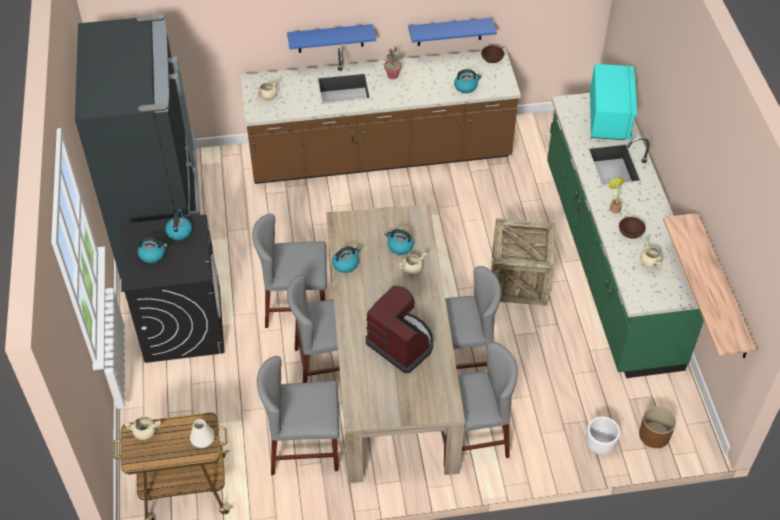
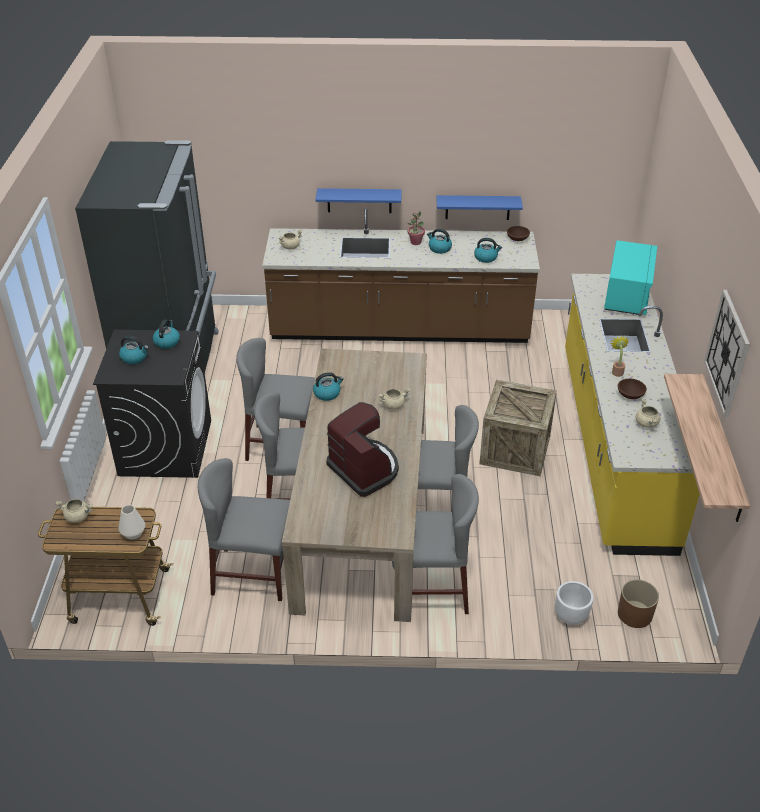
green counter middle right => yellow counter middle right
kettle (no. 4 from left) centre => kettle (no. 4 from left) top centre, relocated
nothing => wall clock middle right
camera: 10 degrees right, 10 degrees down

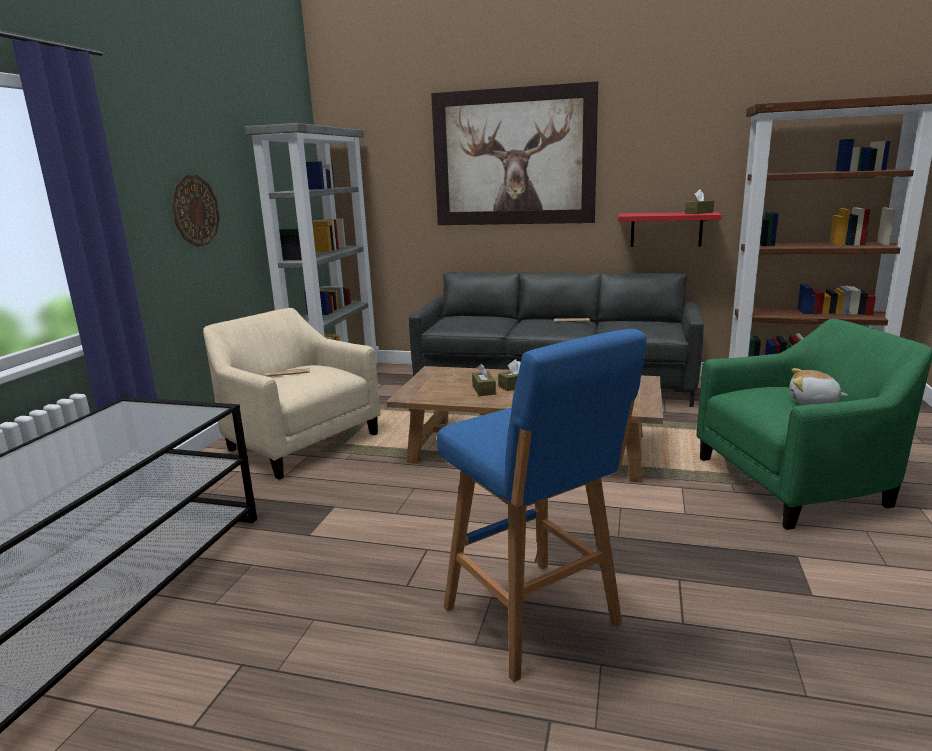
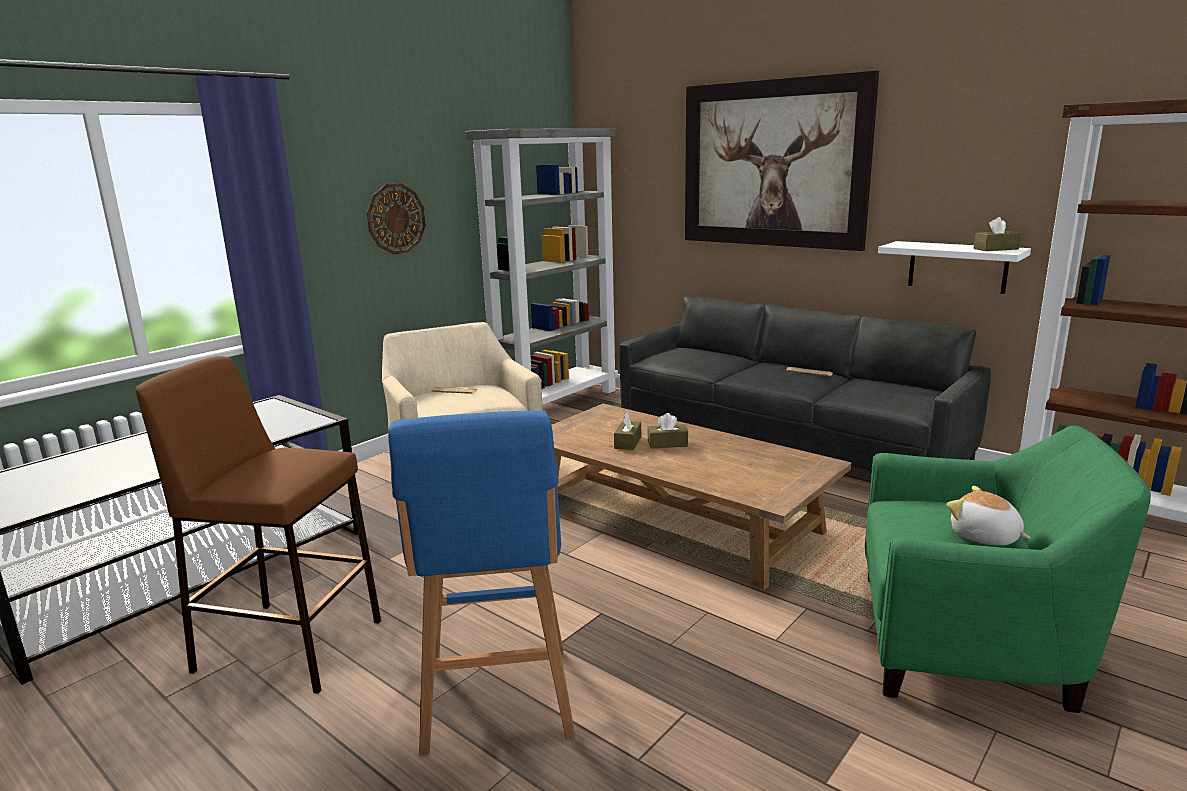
red shelf top right => white shelf middle right
nothing => brown stool middle left
camera: 25 degrees right, 0 degrees up

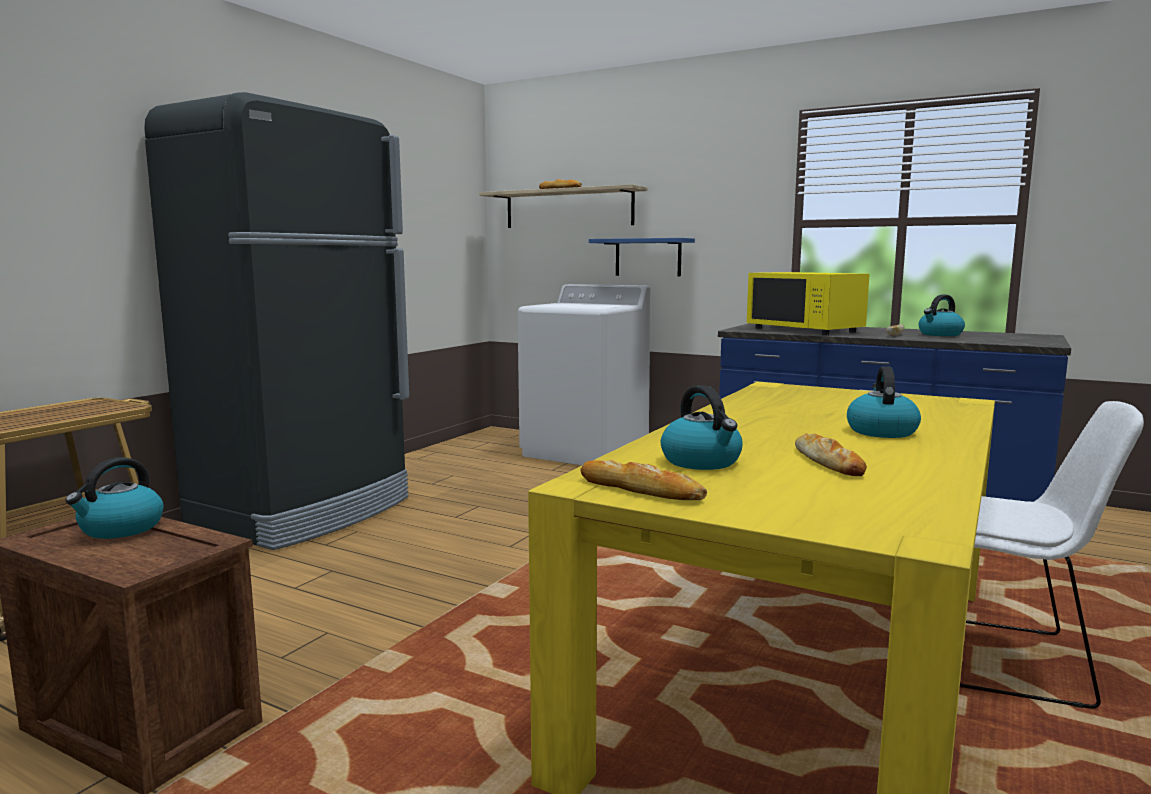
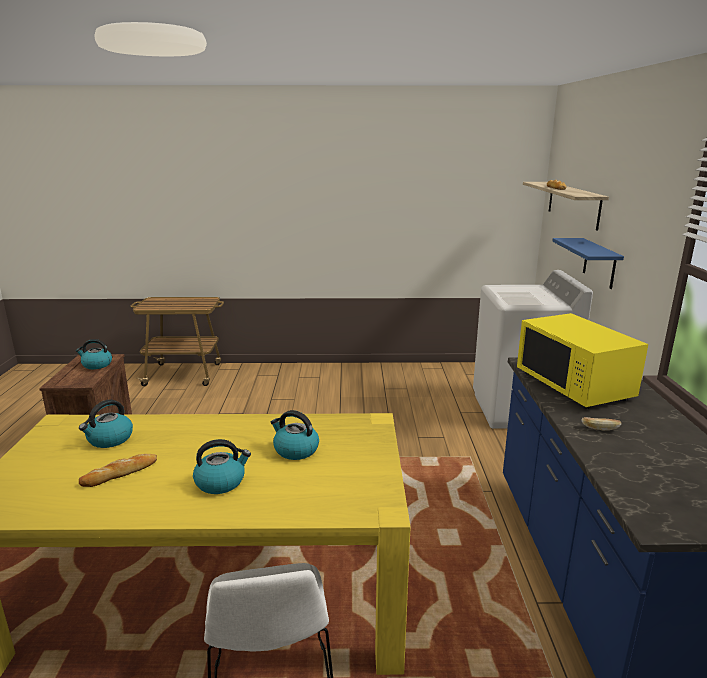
black fridge middle left => nothing
yellow microwave middle right, 45 degrees counterclockwise
kettle (no. 4 from left) middle right => kettle (no. 4 from left) centre, relocated
bread (no. 2 from left) centre => nothing
camera: 60 degrees right, 10 degrees up

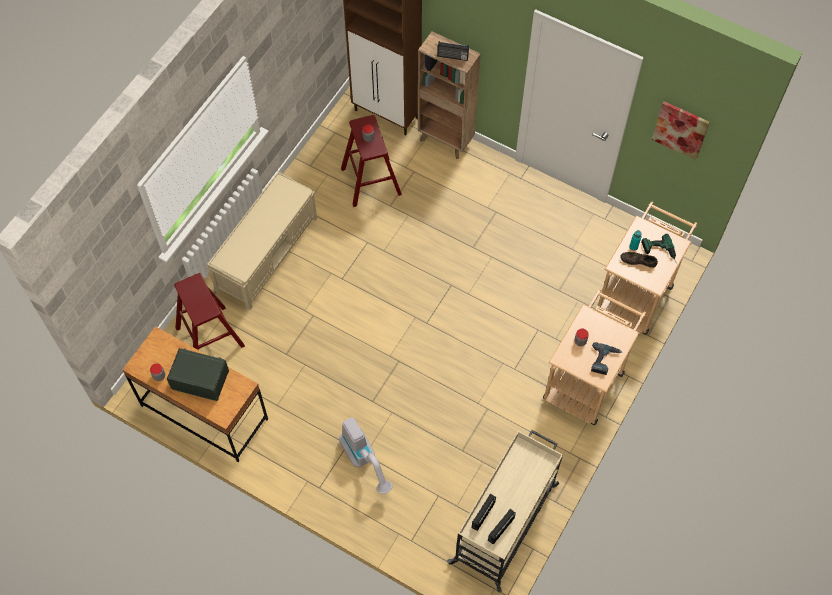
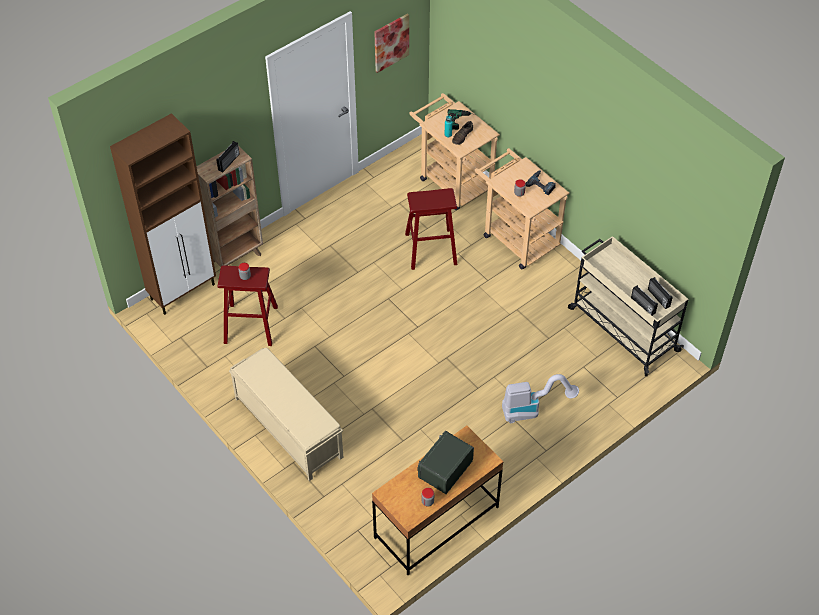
red stool (no. 1 from left in the first image) middle left => red stool (no. 2 from left) centre, relocated
camera: 70 degrees left, 10 degrees down

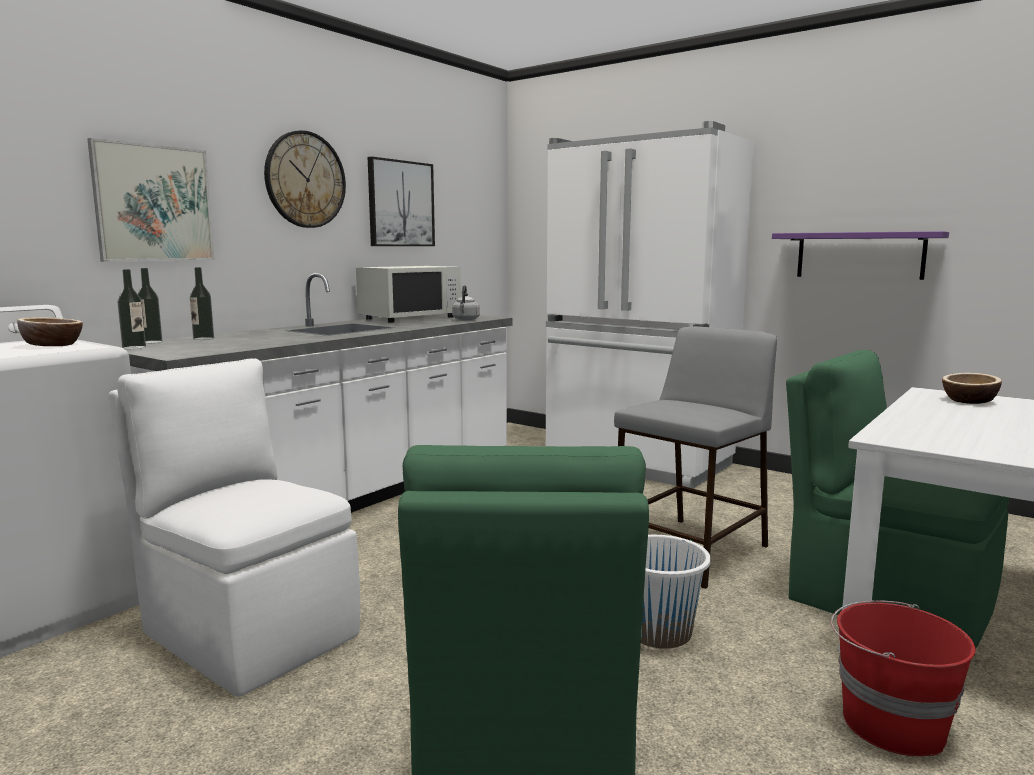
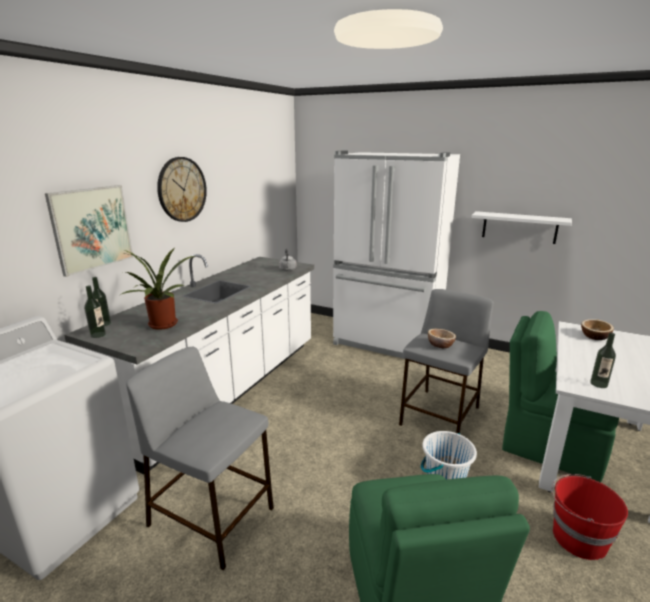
picture (no. 2 from left) top centre => nothing
purple shelf top right => white shelf middle right
white microwave centre => nothing
bottle (no. 3 from left) middle left => bottle (no. 3 from left) middle right, relocated
bowl (no. 1 from left) middle left => bowl (no. 1 from left) middle right, relocated
white chair bottom left => grey stool (no. 1 from left) bottom left
nothing => potted plant middle left
camera: 10 degrees left, 10 degrees up

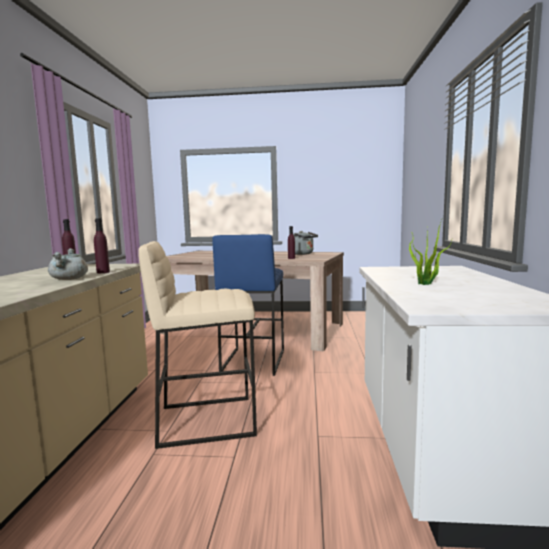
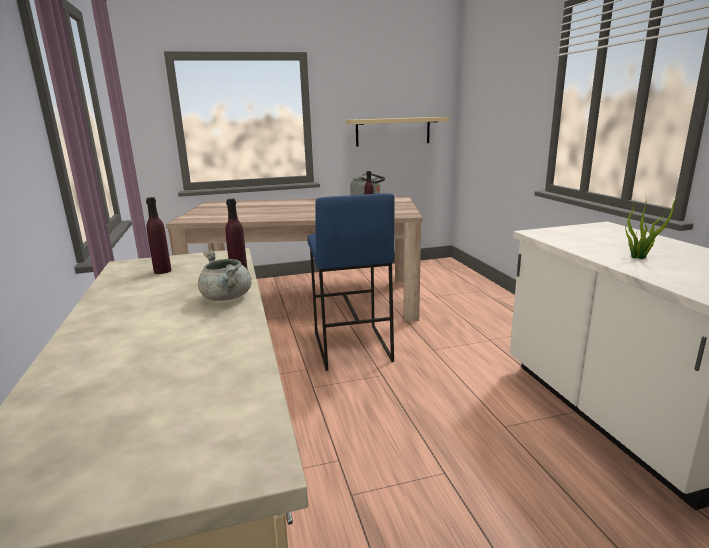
beige stool centre => nothing
nothing => beige shelf top centre
camera: 20 degrees left, 10 degrees up

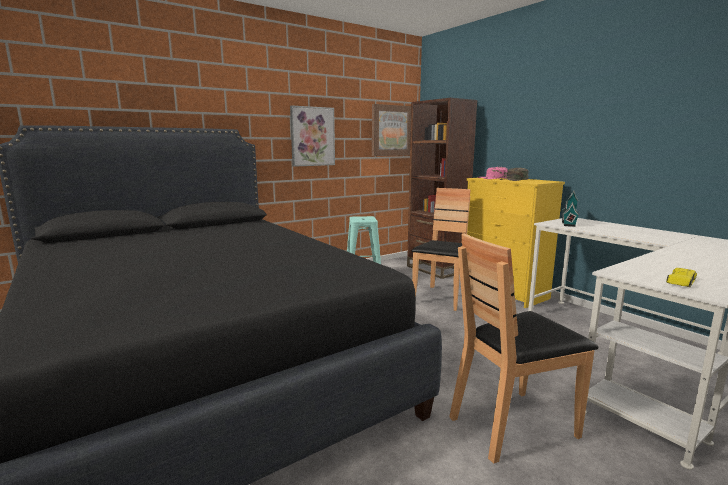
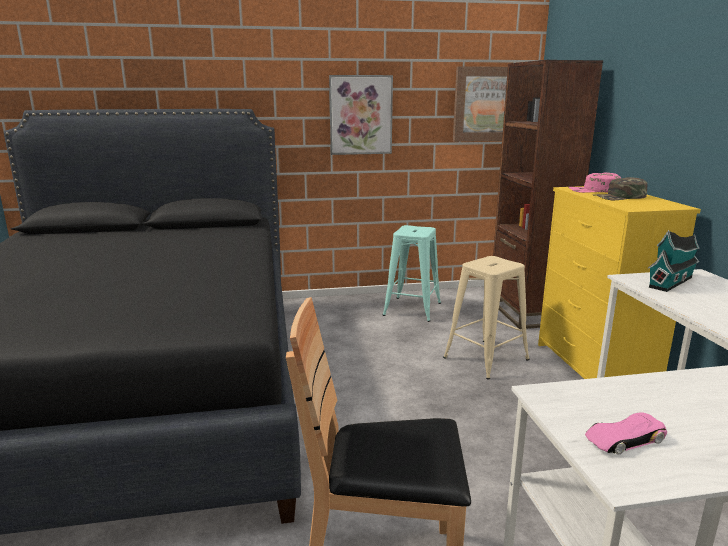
brown chair (no. 1 from left) centre => beige stool middle right
yellow toy car middle right => pink toy car bottom right
camera: 25 degrees right, 5 degrees up

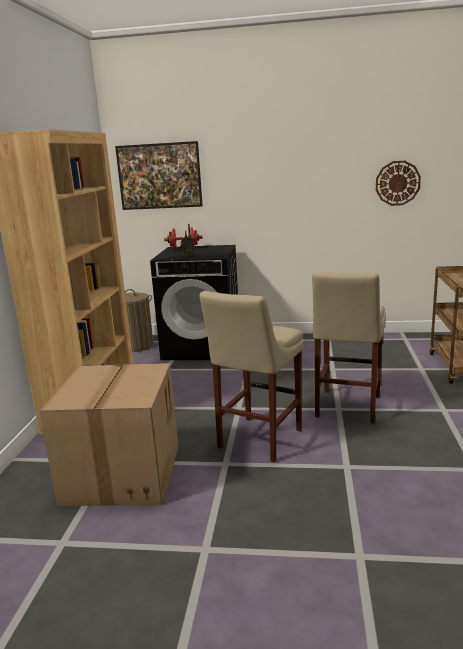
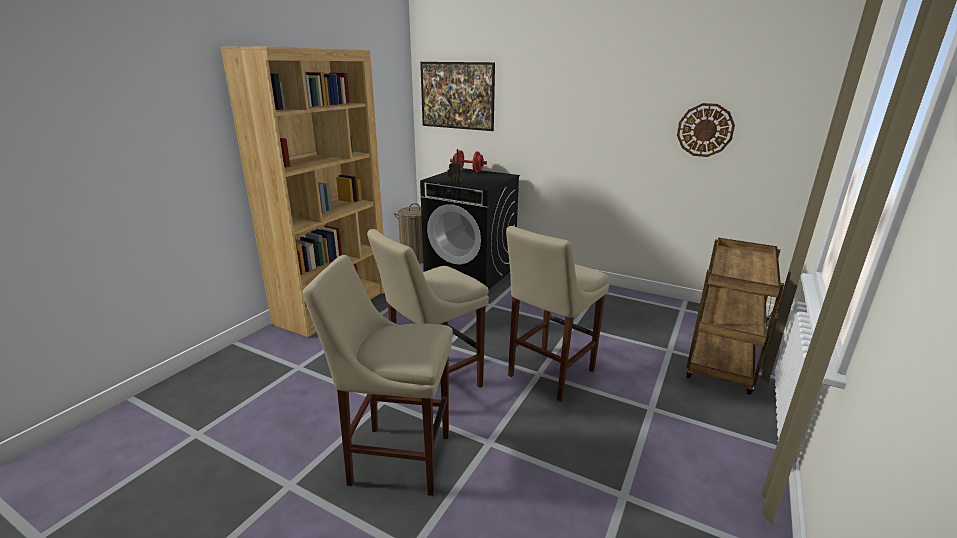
cardboard box bottom left => nothing
nothing => beige stool (no. 1 from left) bottom centre
camera: 20 degrees right, 5 degrees up

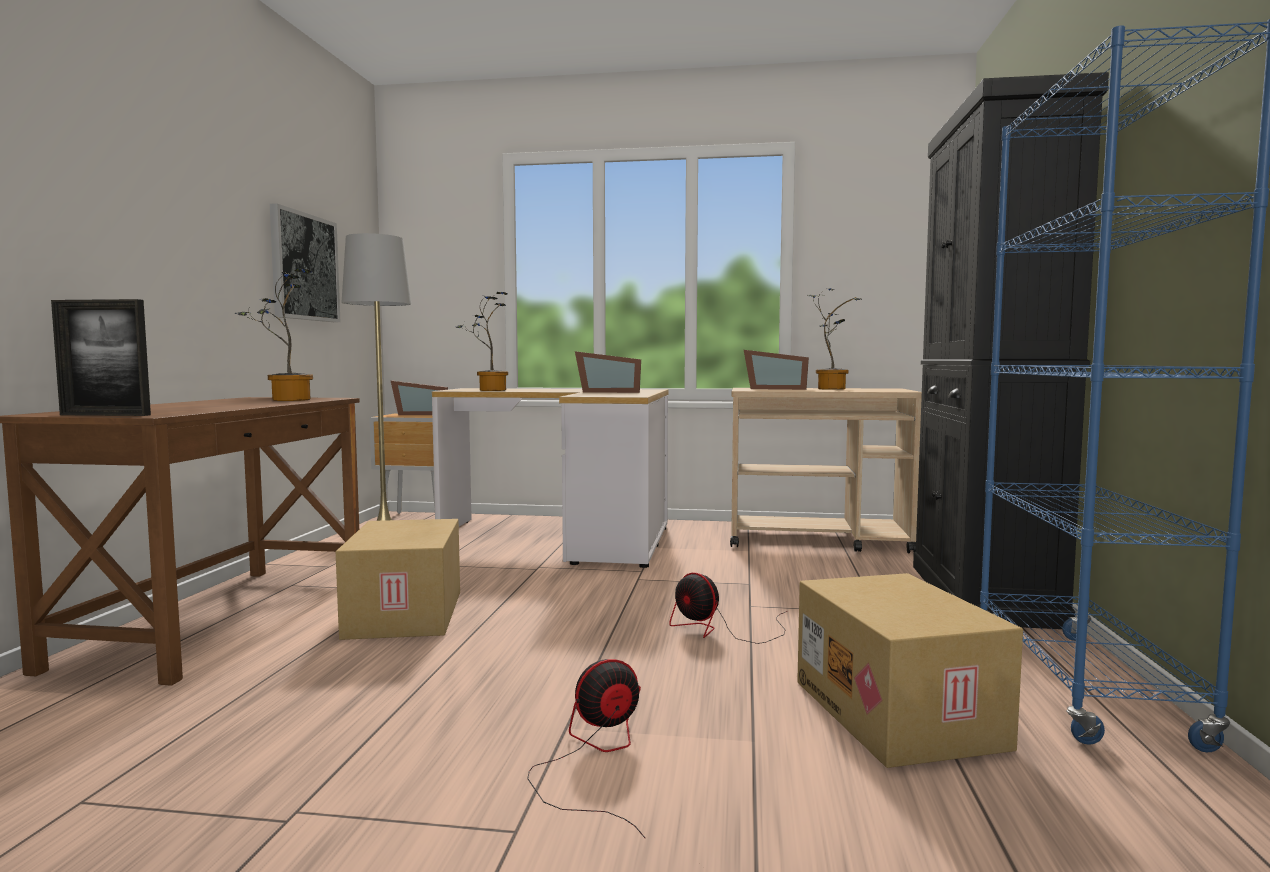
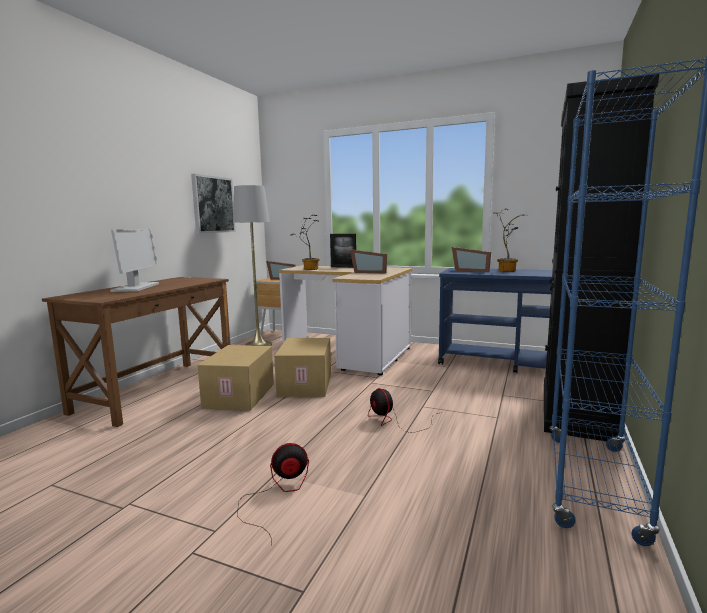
potted plant (no. 1 from left) middle left => nothing
picture frame (no. 1 from left in the first image) middle left => picture frame (no. 2 from left) centre, relocated
beige cart centre => blue cart middle right
cardboard box (no. 2 from left) bottom right => cardboard box (no. 2 from left) centre, relocated
nothing => monitor middle left
camera: 15 degrees right, 5 degrees up

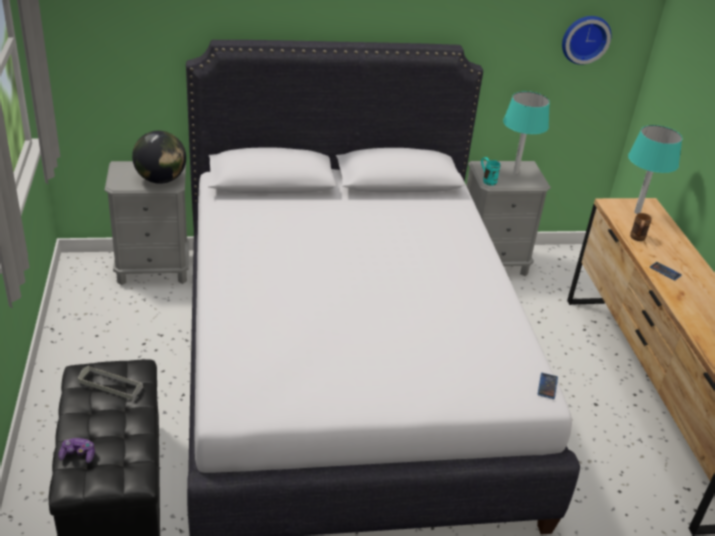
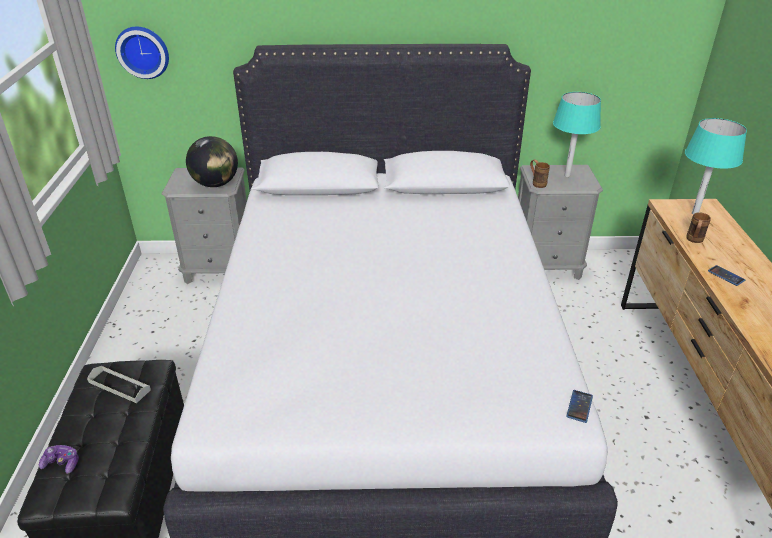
wall clock top right => wall clock top left, relocated
turquoise mug top right => brown mug (no. 1 from left) top right
camera: 10 degrees right, 0 degrees up

